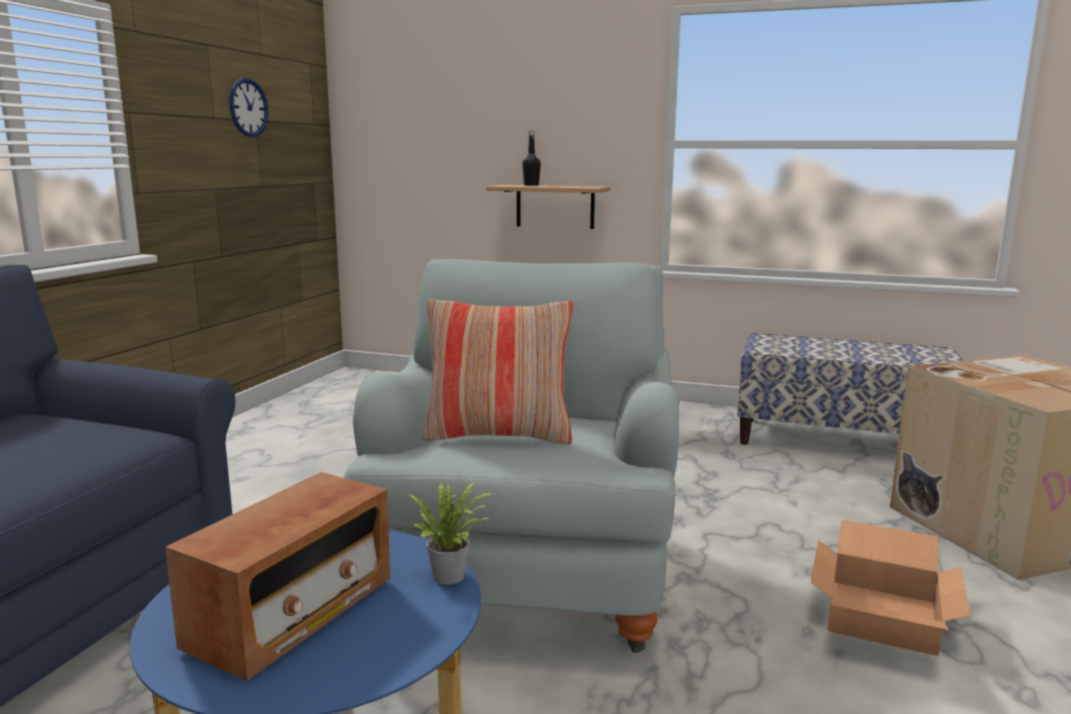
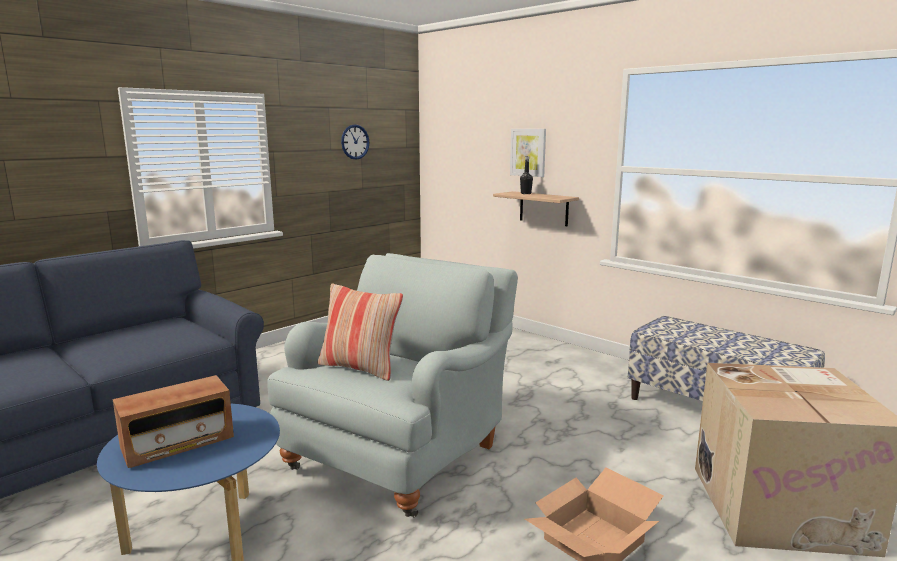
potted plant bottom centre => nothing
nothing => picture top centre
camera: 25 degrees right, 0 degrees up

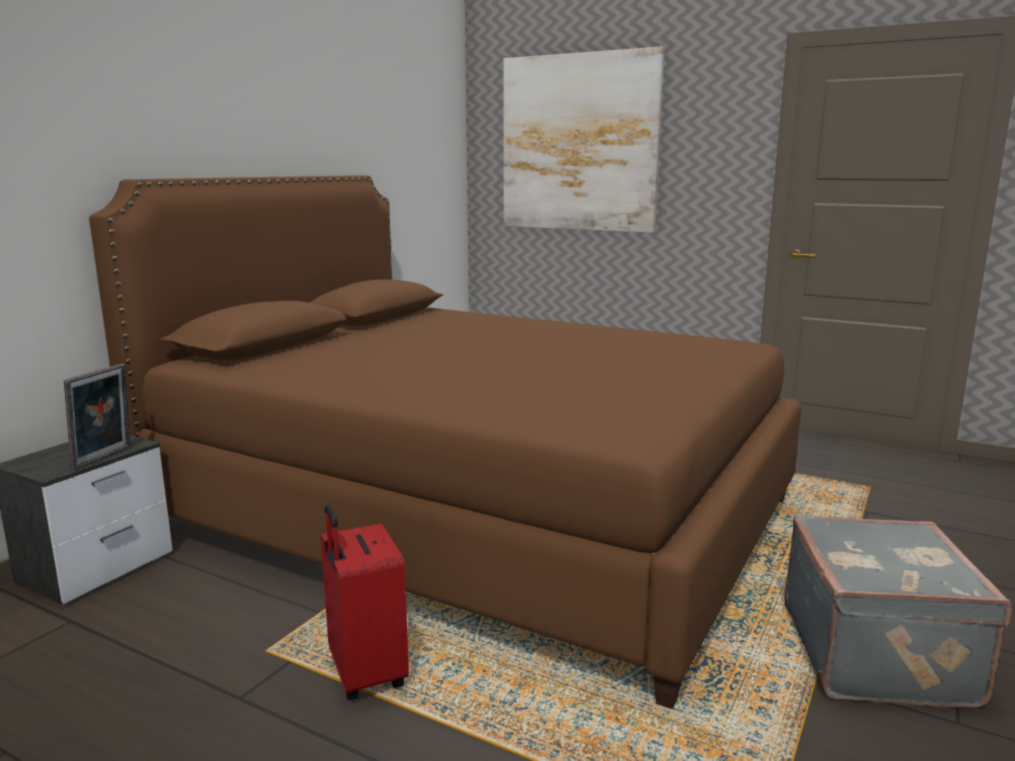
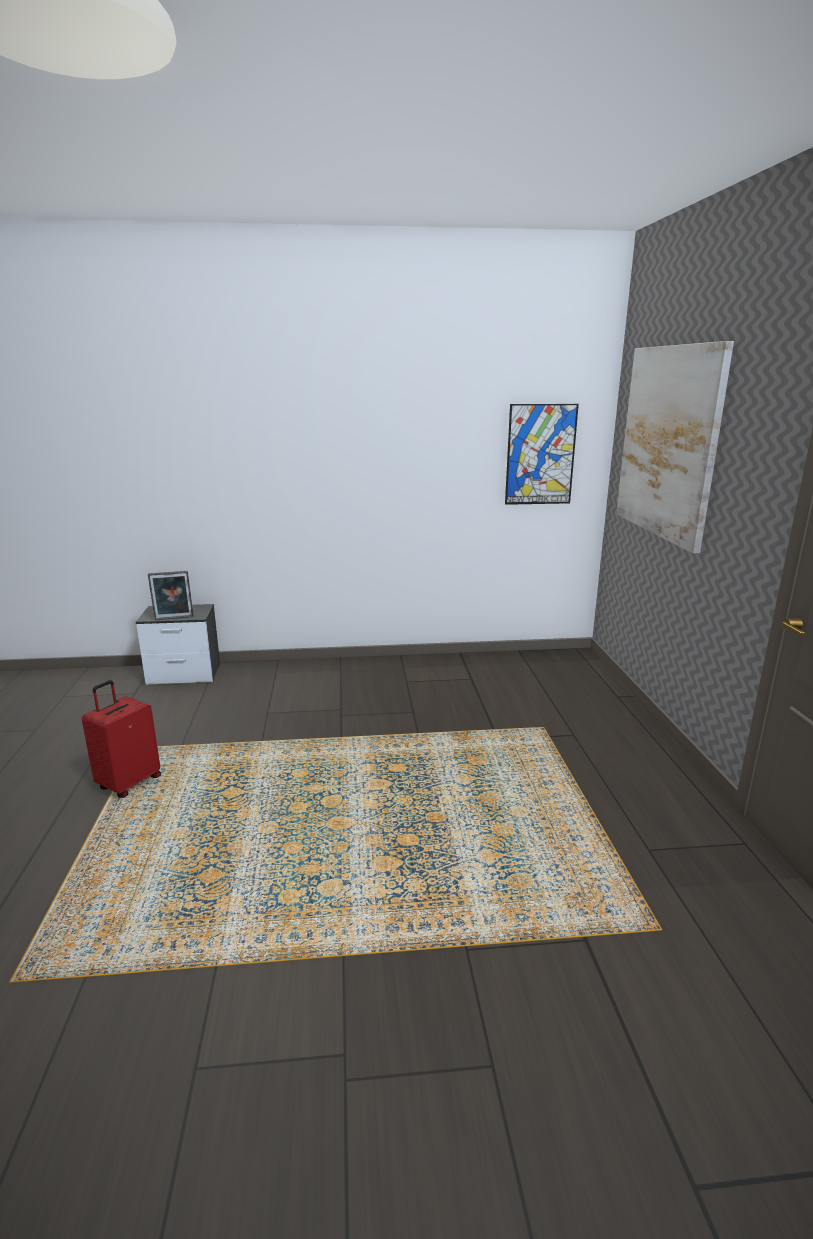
brown bed centre => nothing
grey suitcase bottom right => nothing
nothing => picture (no. 1 from left) middle right
camera: 55 degrees right, 5 degrees up

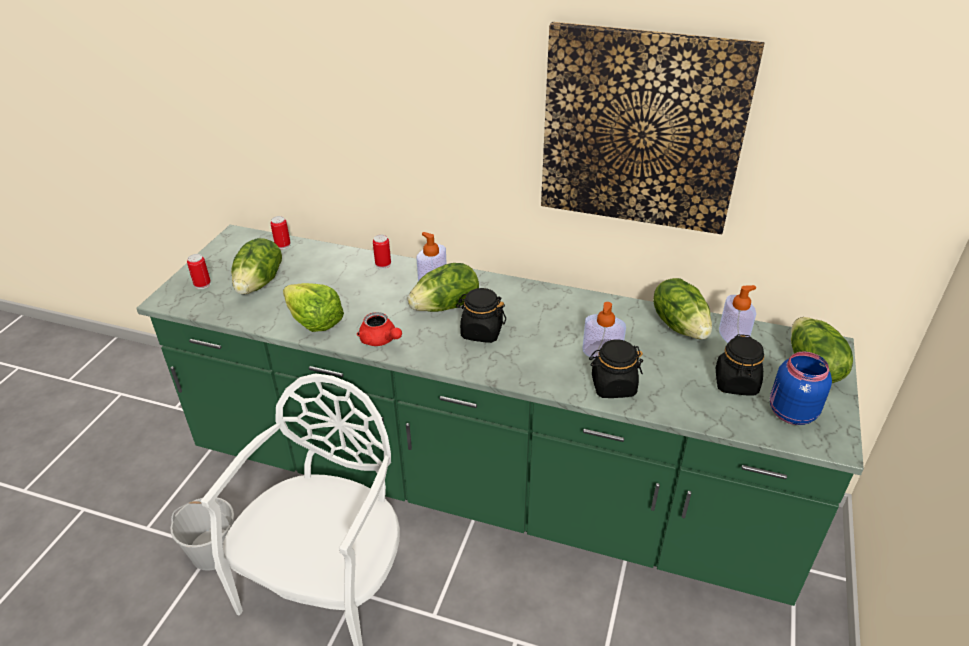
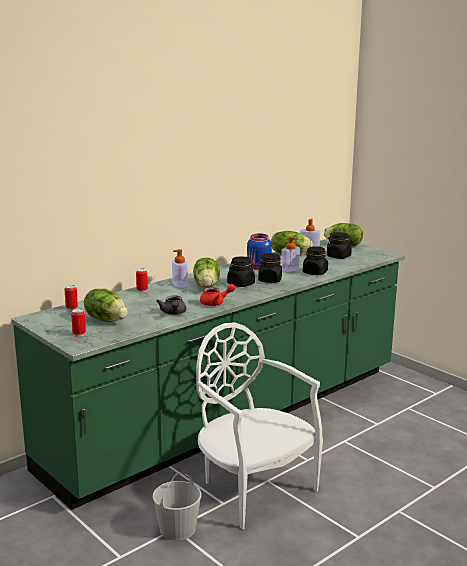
picture top right => nothing
lettuce (no. 2 from left) middle left => grey teapot centre
blue jar middle right => blue jar centre, relocated
nothing => black jar (no. 2 from left) centre
camera: 60 degrees left, 20 degrees down

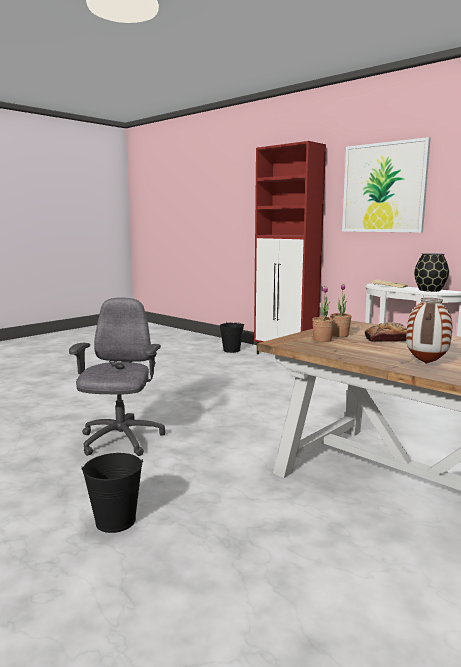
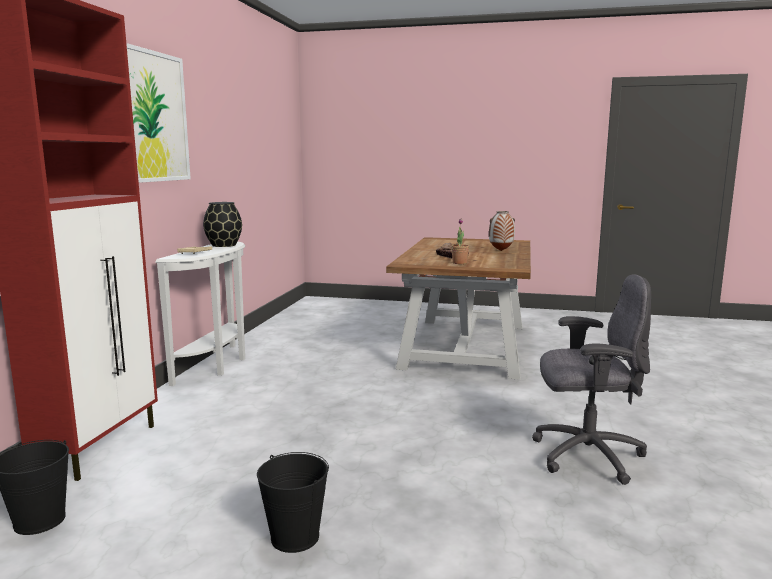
potted plant (no. 1 from left) middle right => nothing
grey office chair middle left => grey office chair middle right, 150 degrees counterclockwise
black bucket (no. 1 from left in the first image) bottom left => black bucket (no. 2 from left) bottom centre, relocated
camera: 120 degrees left, 0 degrees up

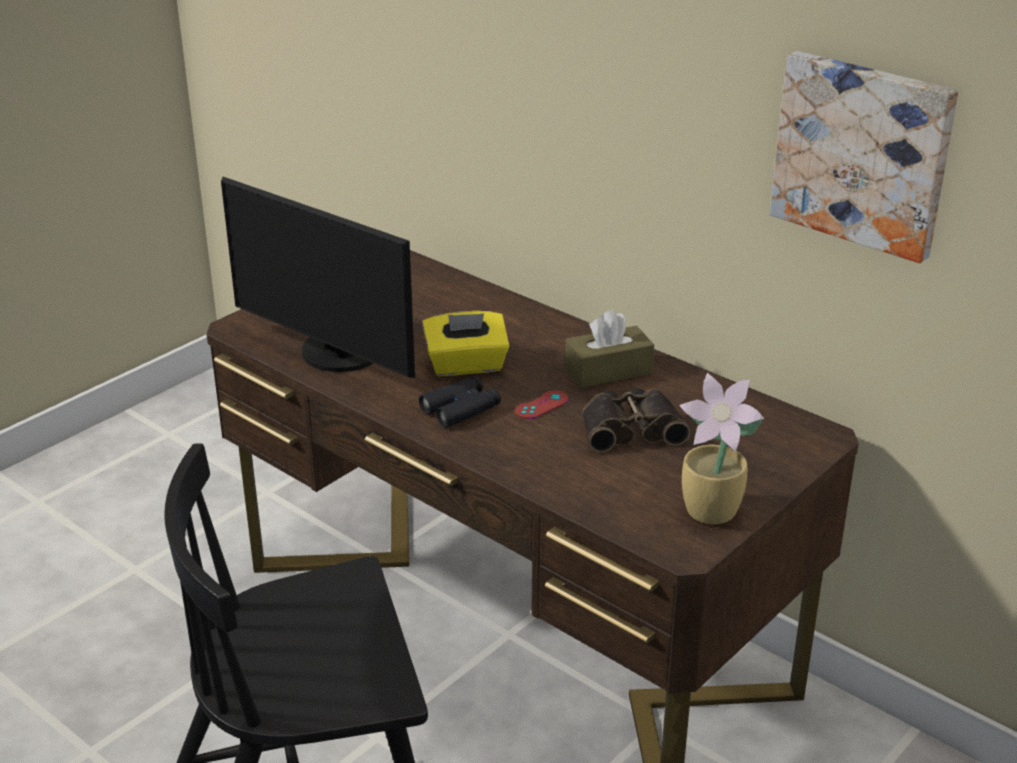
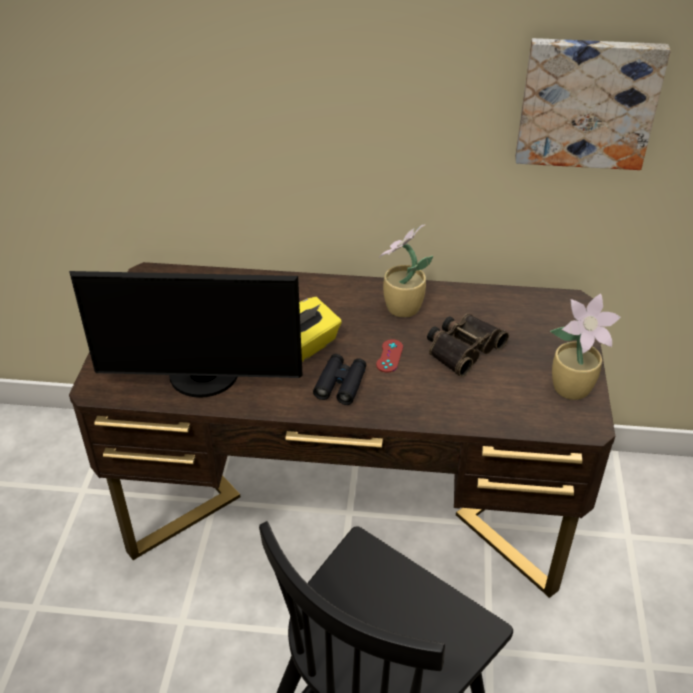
brown tissue box centre => potted plant (no. 1 from left) centre
camera: 35 degrees left, 10 degrees up

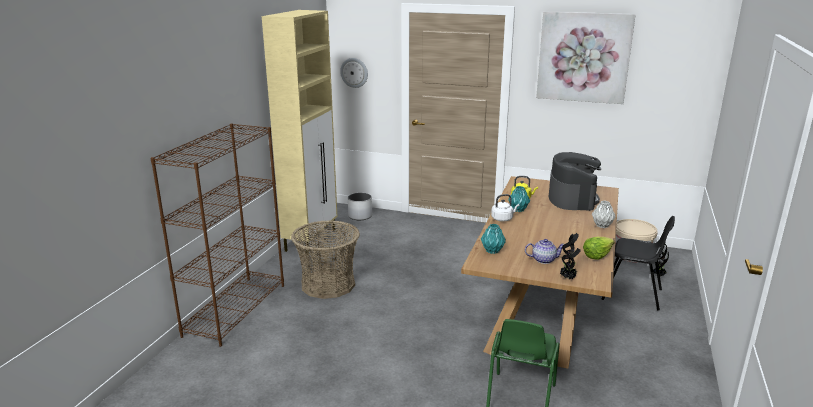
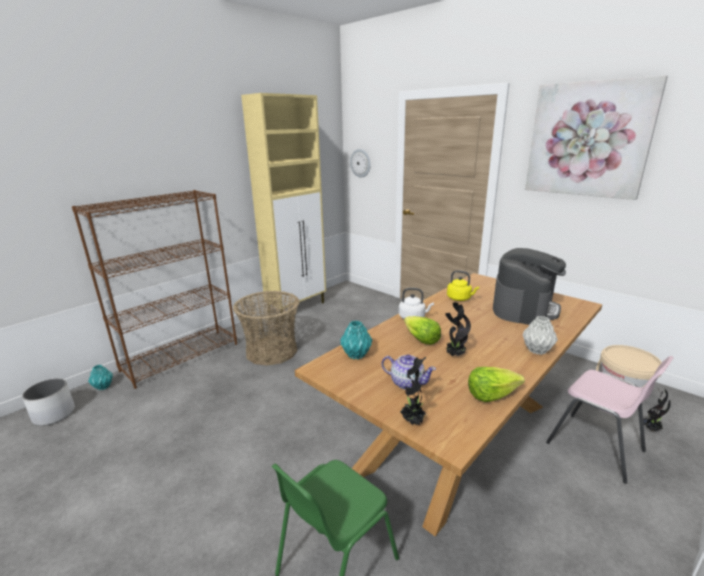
turquoise vase (no. 2 from left in the first image) centre => turquoise vase (no. 1 from left) middle left, relocated
white planter centre => white planter bottom left, relocated
black chair middle right => pink chair bottom right
nothing => potted plant (no. 2 from left) centre
nothing => lettuce (no. 1 from left) centre
camera: 25 degrees right, 0 degrees up

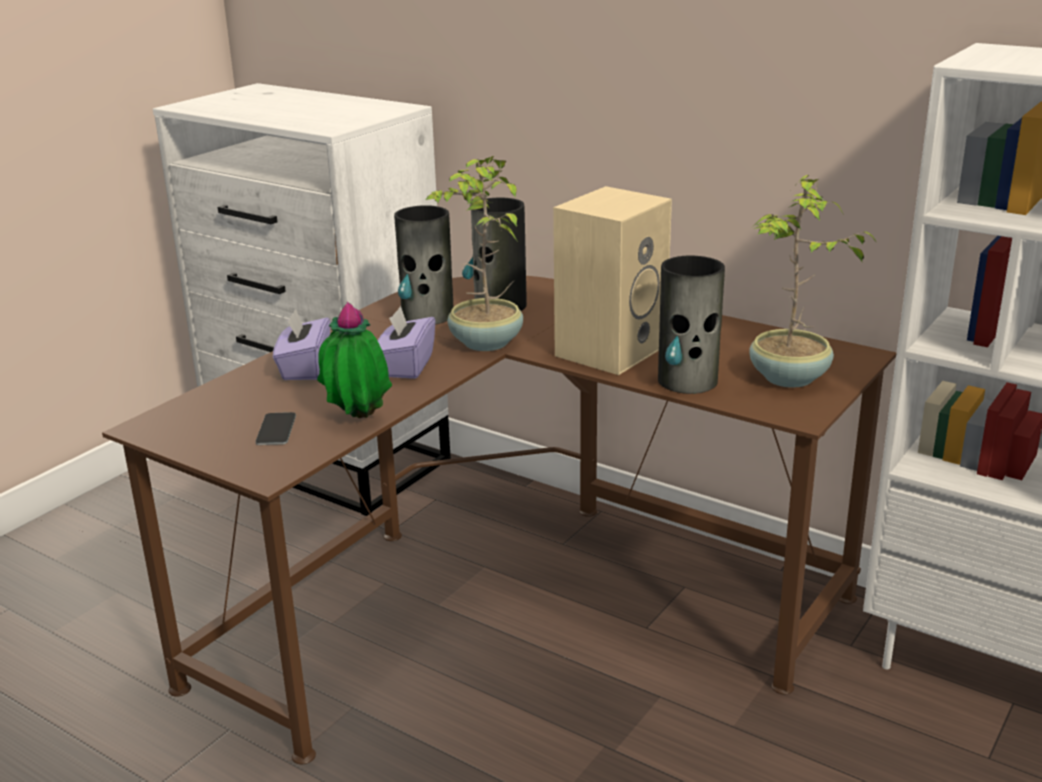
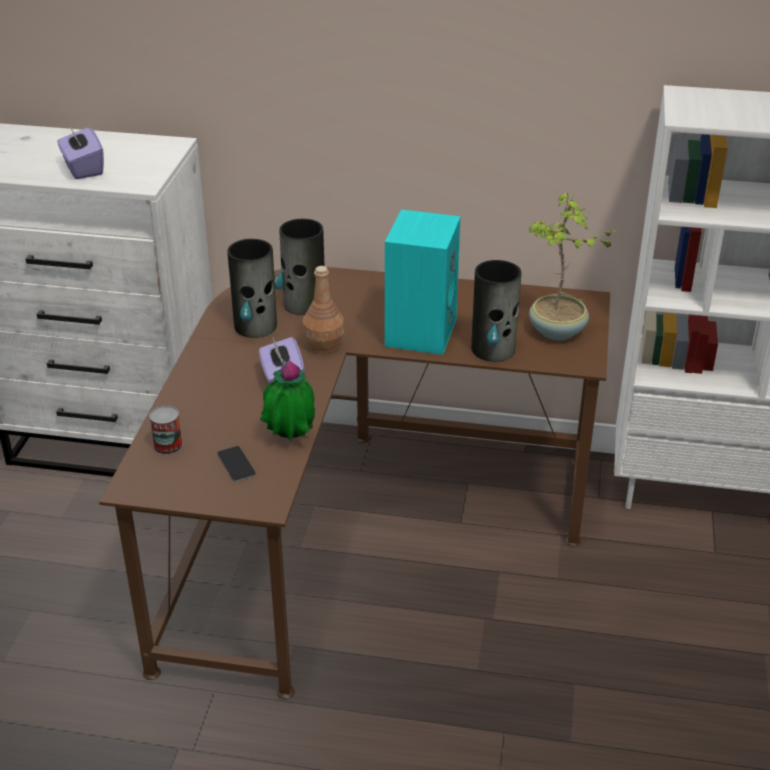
potted plant (no. 2 from left) top centre => brown bottle centre
beige speaker centre => turquoise speaker centre
purple tissue box (no. 1 from left) middle left => purple tissue box (no. 1 from left) top left, relocated
nothing => can middle left
camera: 25 degrees left, 10 degrees up

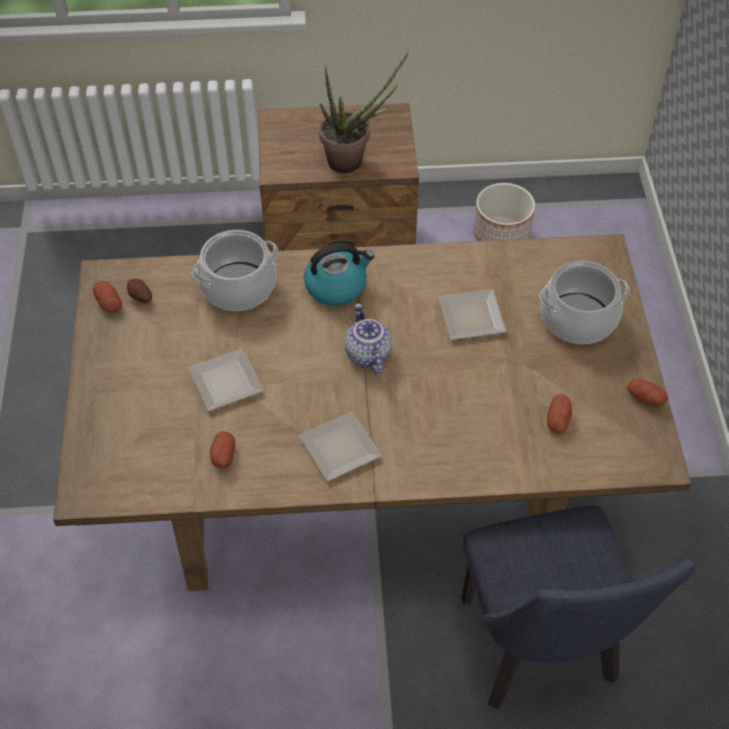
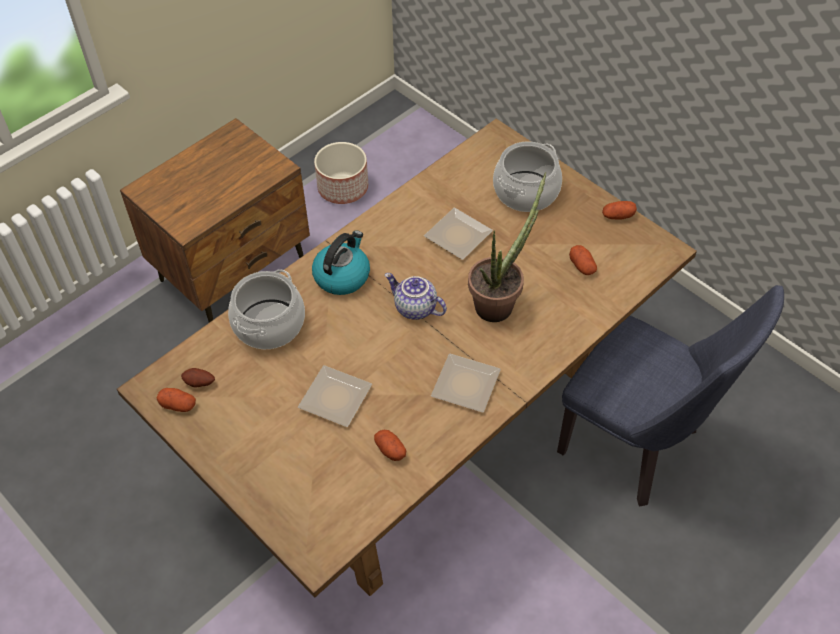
potted plant top centre => potted plant centre, relocated
camera: 40 degrees left, 0 degrees up

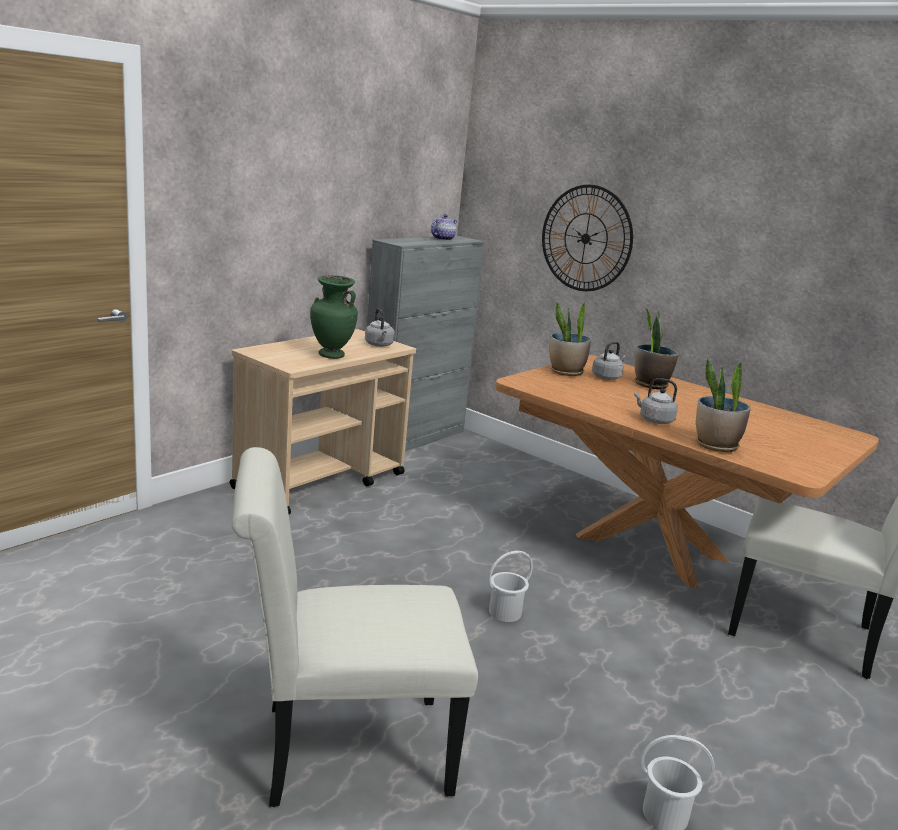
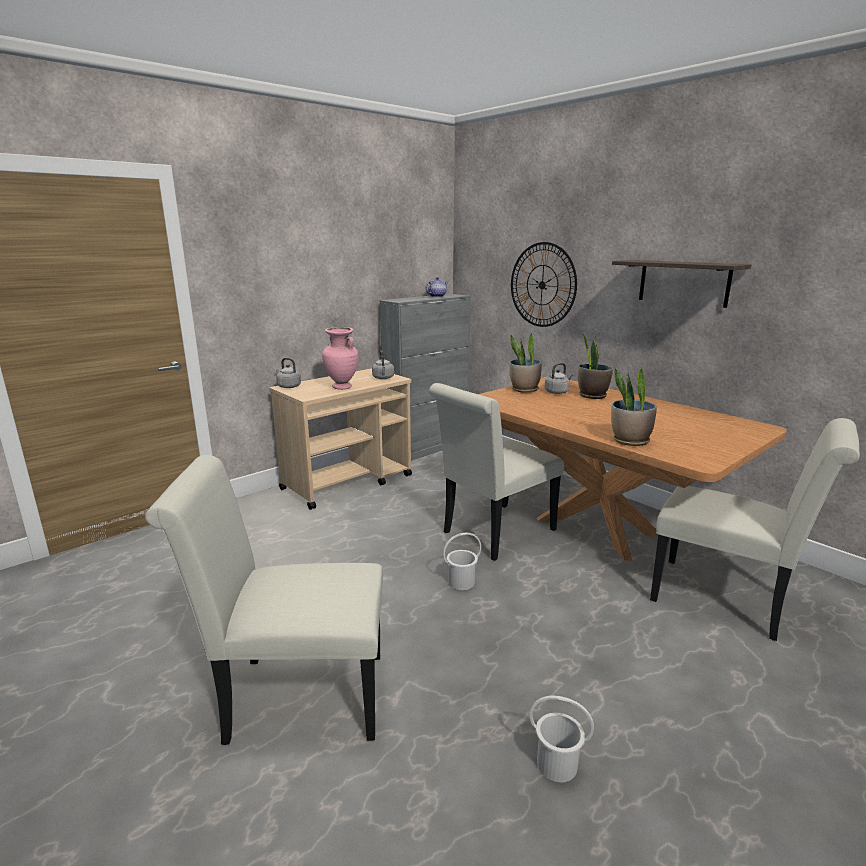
green vase centre => pink vase centre
grey kettle (no. 3 from left in the first image) middle right => grey kettle (no. 1 from left) middle left, relocated
nothing => shelf top right
nothing => white chair (no. 2 from left) centre
camera: 10 degrees right, 0 degrees up

